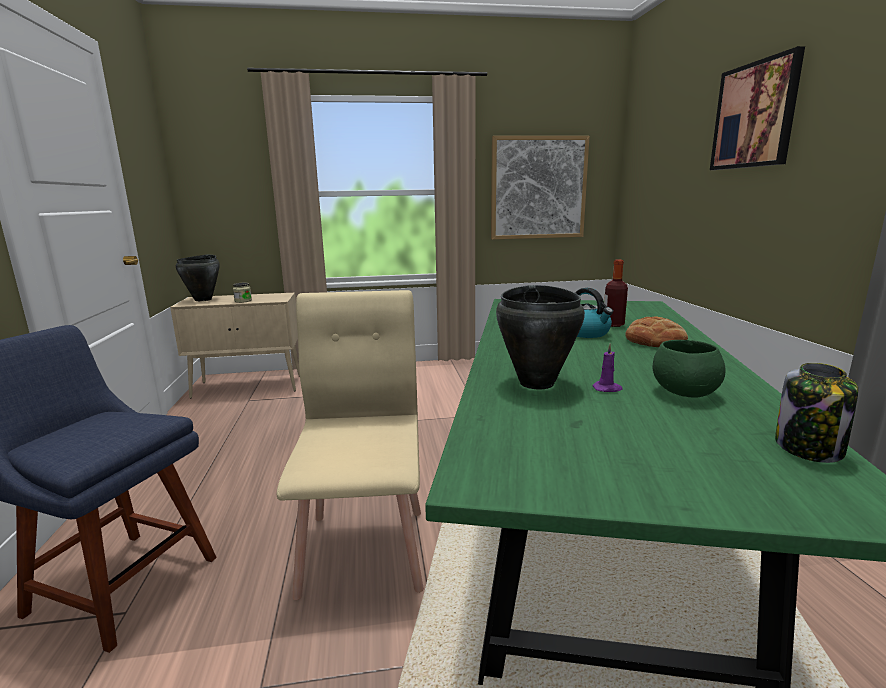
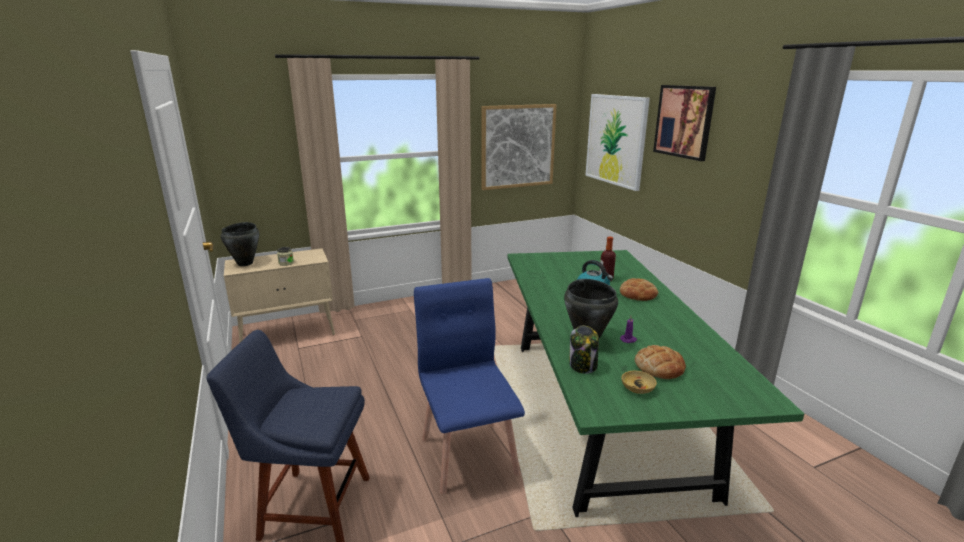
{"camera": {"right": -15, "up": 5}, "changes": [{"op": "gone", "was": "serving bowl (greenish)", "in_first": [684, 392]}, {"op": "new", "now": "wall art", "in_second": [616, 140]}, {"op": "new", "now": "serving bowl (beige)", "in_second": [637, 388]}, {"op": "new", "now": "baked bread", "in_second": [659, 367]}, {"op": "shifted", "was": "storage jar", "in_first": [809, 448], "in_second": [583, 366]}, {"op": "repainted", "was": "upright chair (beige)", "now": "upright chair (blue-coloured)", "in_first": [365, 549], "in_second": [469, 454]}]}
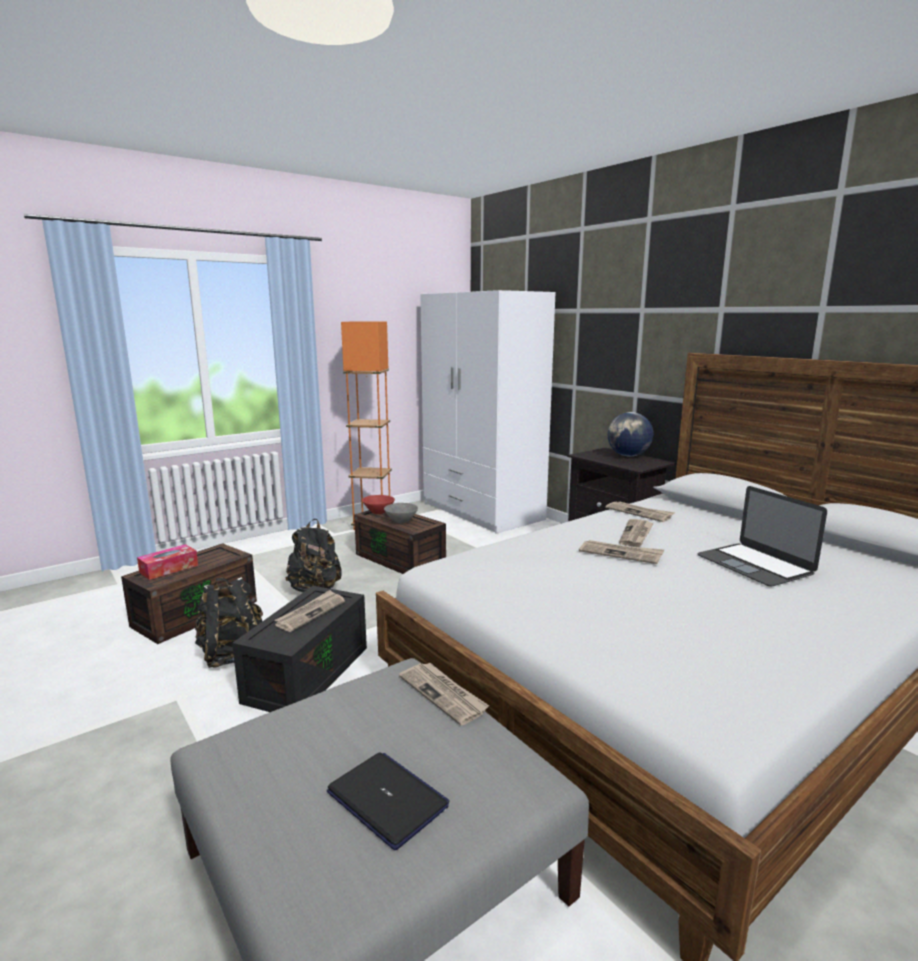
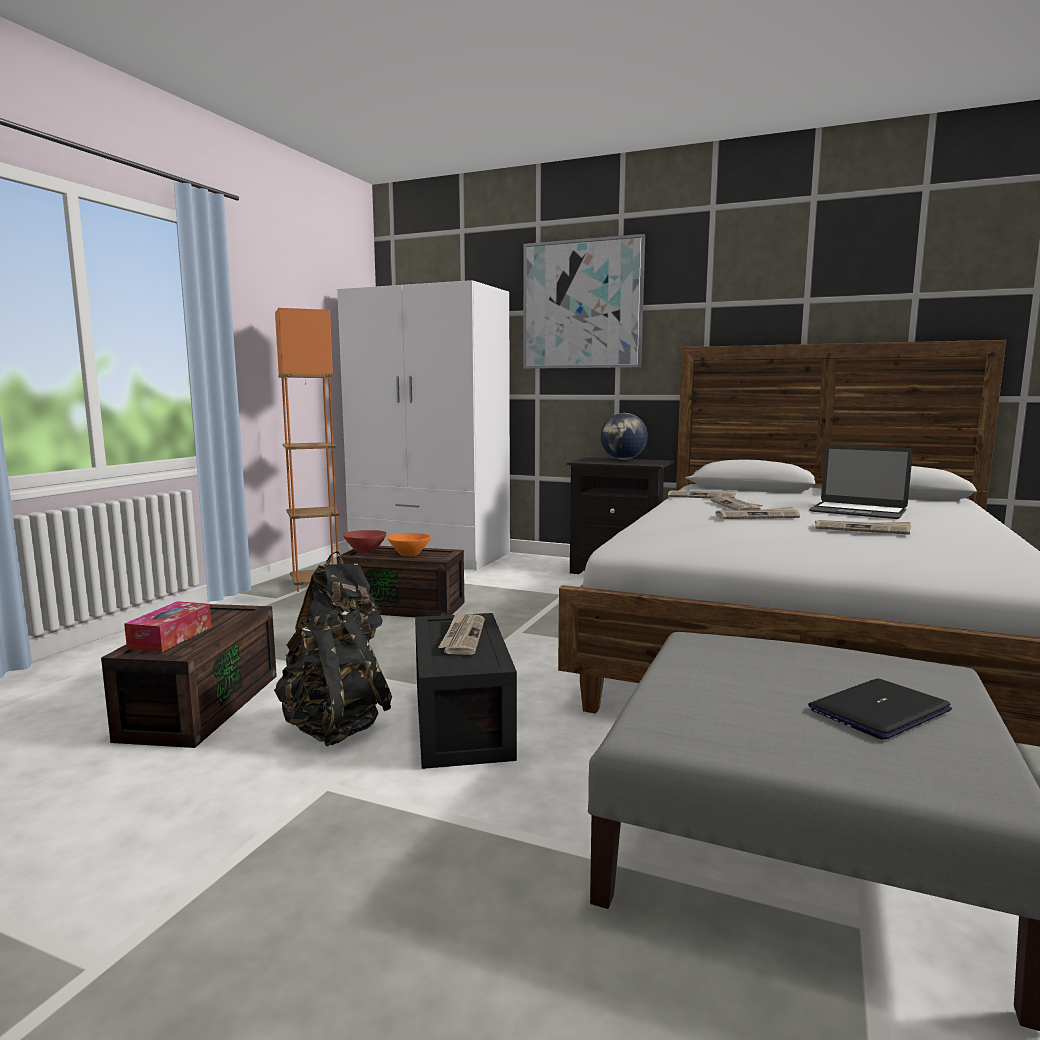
{"camera": {"right": -30, "up": -5}, "changes": [{"op": "new", "now": "wall art", "in_second": [582, 305]}, {"op": "shifted", "was": "daily paper", "in_first": [443, 694], "in_second": [862, 529]}, {"op": "repainted", "was": "serving bowl (greyish)", "now": "serving bowl (orange-coloured)", "in_first": [401, 521], "in_second": [409, 554]}, {"op": "rotated", "was": "notebook computer", "in_first": [388, 800], "in_second": [879, 710], "clockwise": -45}]}
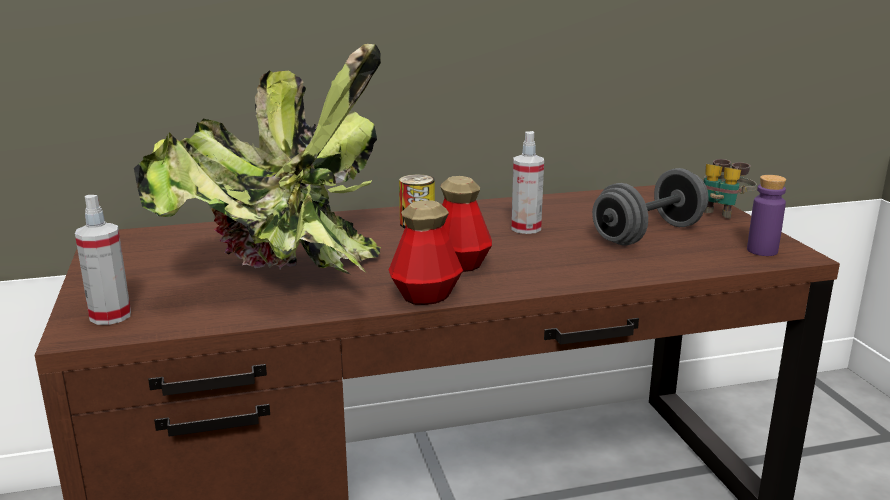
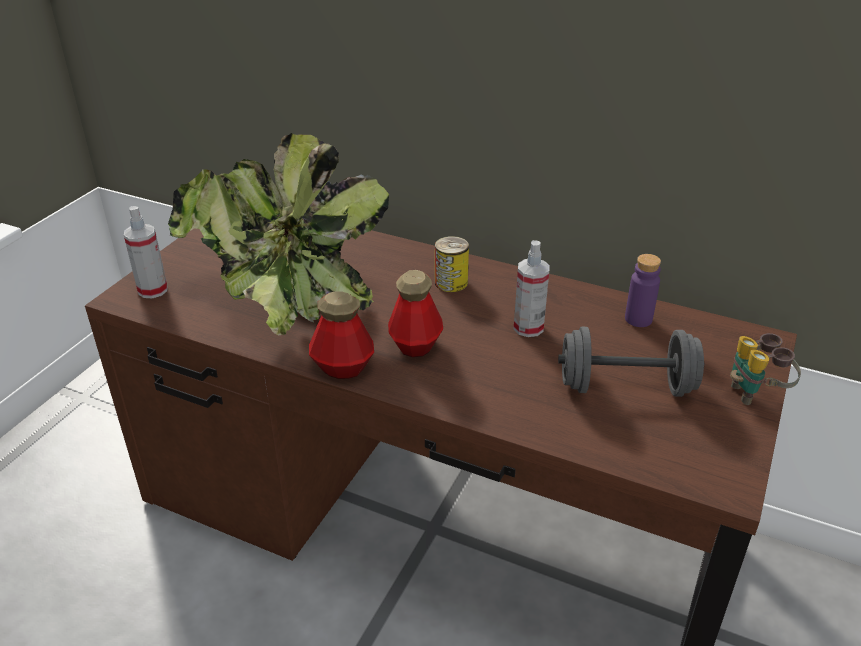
{"camera": {"right": 40, "up": 15}, "changes": [{"op": "shifted", "was": "beverage bottle (purple-coloured)", "in_first": [762, 251], "in_second": [638, 319]}]}
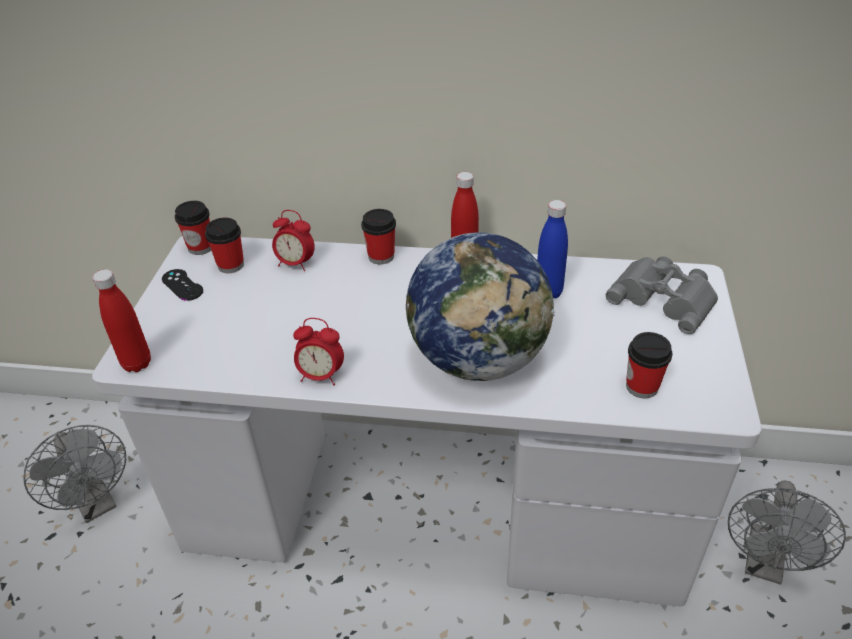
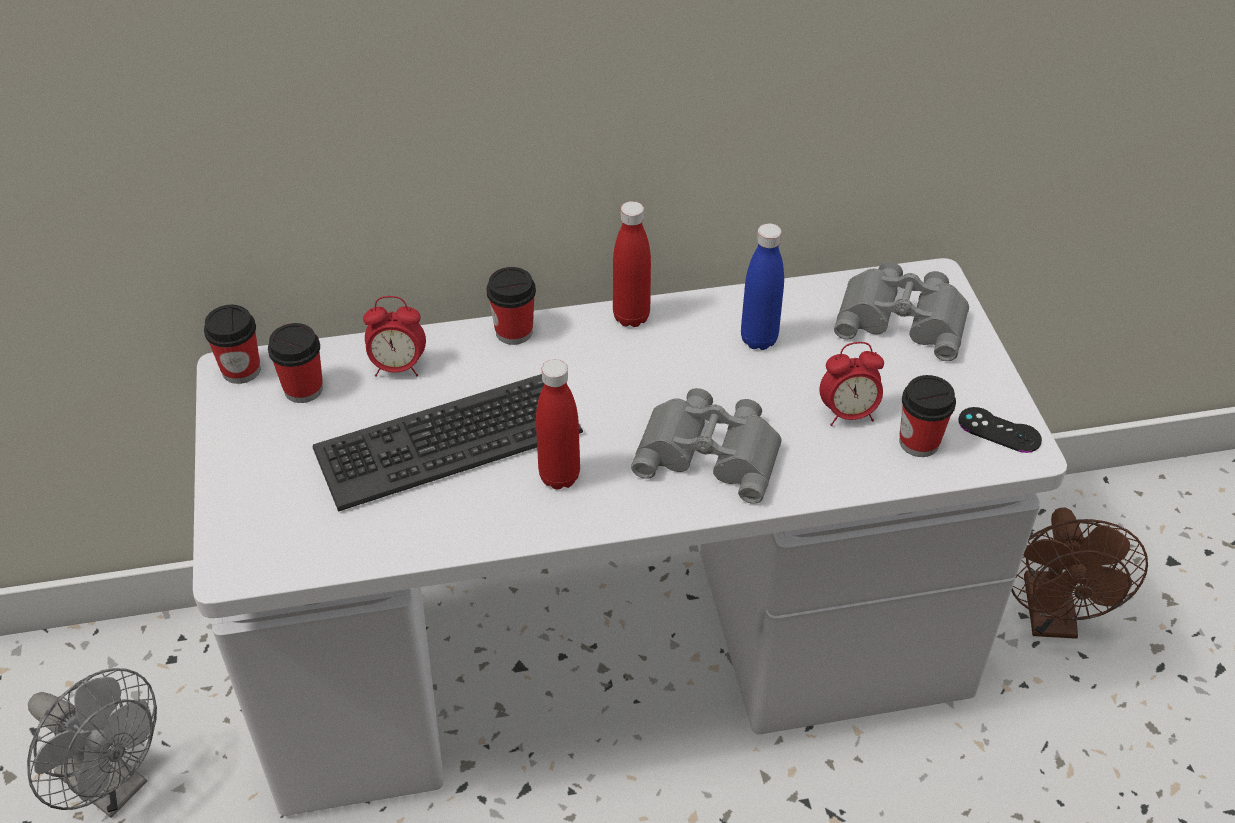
{"camera": {"right": -20, "up": 5}, "changes": [{"op": "new", "now": "computer keyboard", "in_second": [448, 440]}, {"op": "shifted", "was": "beverage bottle (red)", "in_first": [137, 363], "in_second": [559, 476]}, {"op": "shifted", "was": "gamepad (blackish)", "in_first": [182, 285], "in_second": [999, 430]}, {"op": "shifted", "was": "table clock", "in_first": [321, 376], "in_second": [848, 414]}, {"op": "swapped", "was": "desk globe", "now": "binoculars (greyish)", "in_first": [479, 358], "in_second": [711, 451]}, {"op": "repainted", "was": "fan (greyish)", "now": "fan (brownish)", "in_first": [764, 565], "in_second": [1052, 619]}]}
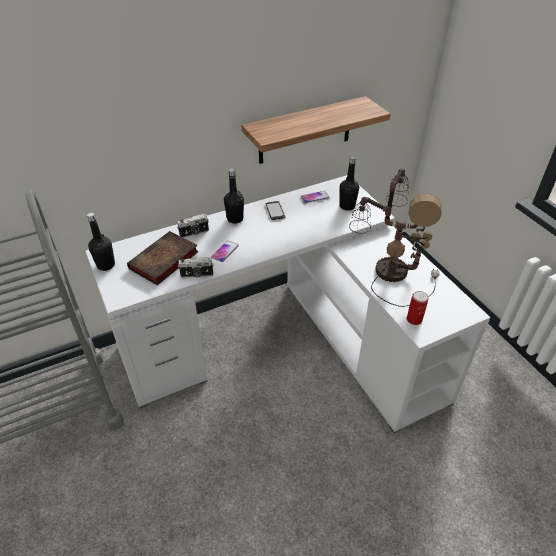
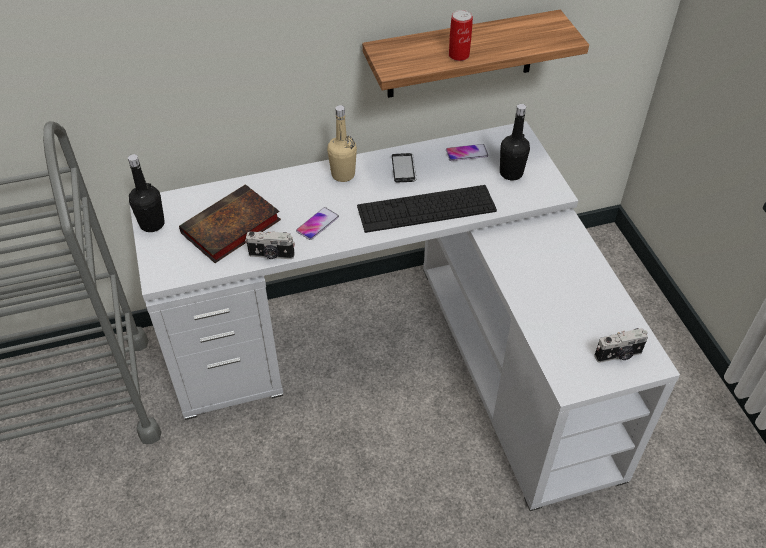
{"camera": {"right": 10, "up": 5}, "changes": [{"op": "gone", "was": "lamp for a table", "in_first": [389, 270]}, {"op": "new", "now": "computer keyboard", "in_second": [426, 208]}, {"op": "shifted", "was": "still camera", "in_first": [194, 233], "in_second": [619, 355]}, {"op": "shifted", "was": "can", "in_first": [414, 319], "in_second": [459, 55]}, {"op": "repainted", "was": "beverage bottle (blackish)", "now": "beverage bottle (beige)", "in_first": [235, 219], "in_second": [343, 174]}]}
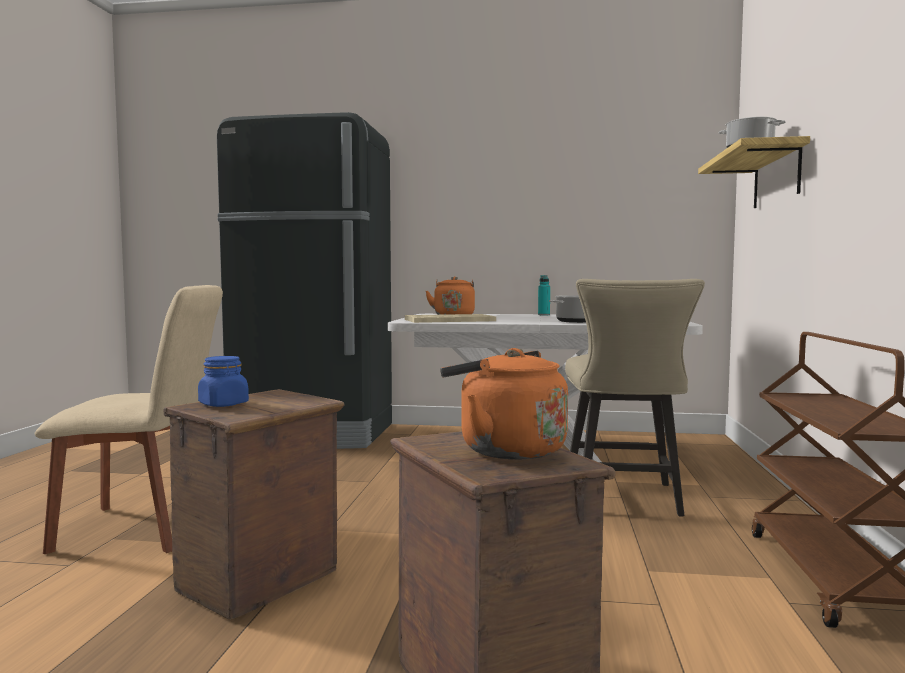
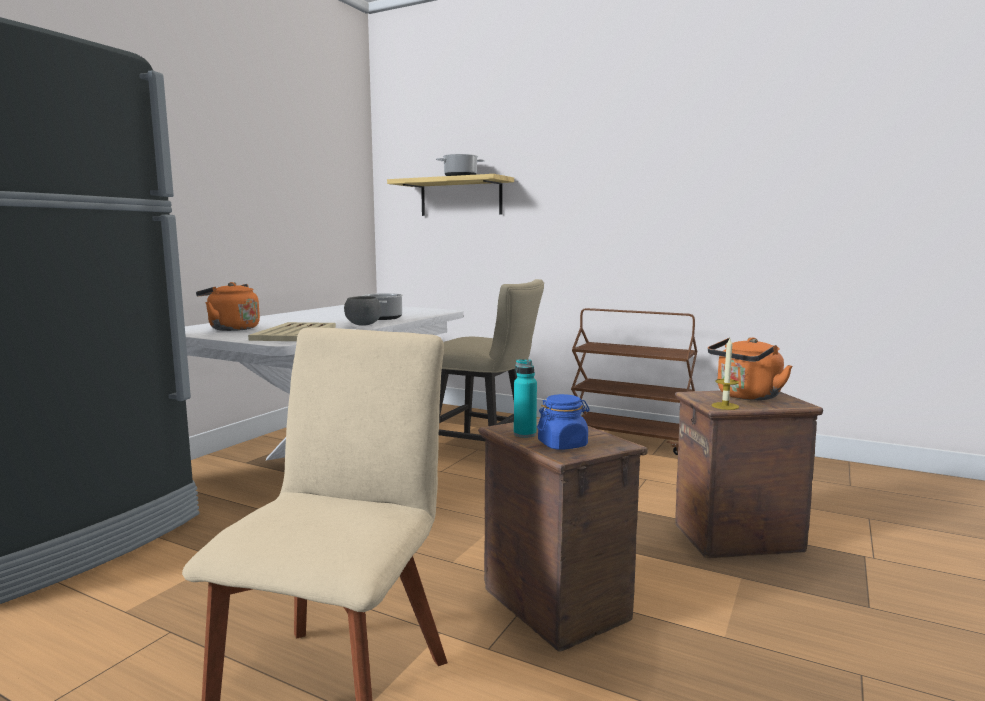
{"camera": {"right": -70, "up": 5}, "changes": [{"op": "new", "now": "serving bowl (greyish)", "in_second": [363, 325]}, {"op": "new", "now": "wax candle", "in_second": [725, 406]}, {"op": "shifted", "was": "beverage bottle (turquoise-coloured)", "in_first": [544, 315], "in_second": [525, 434]}]}
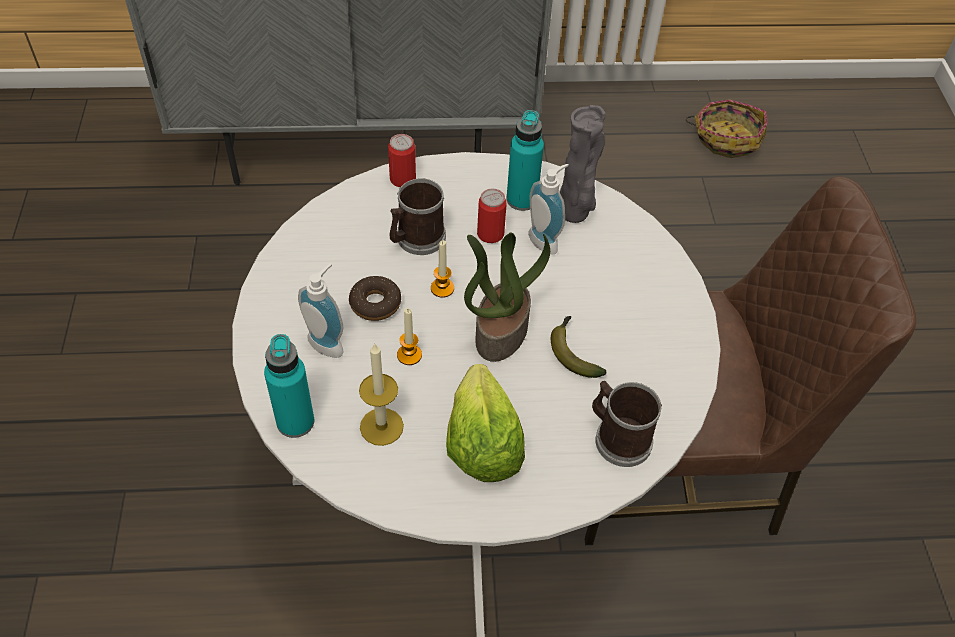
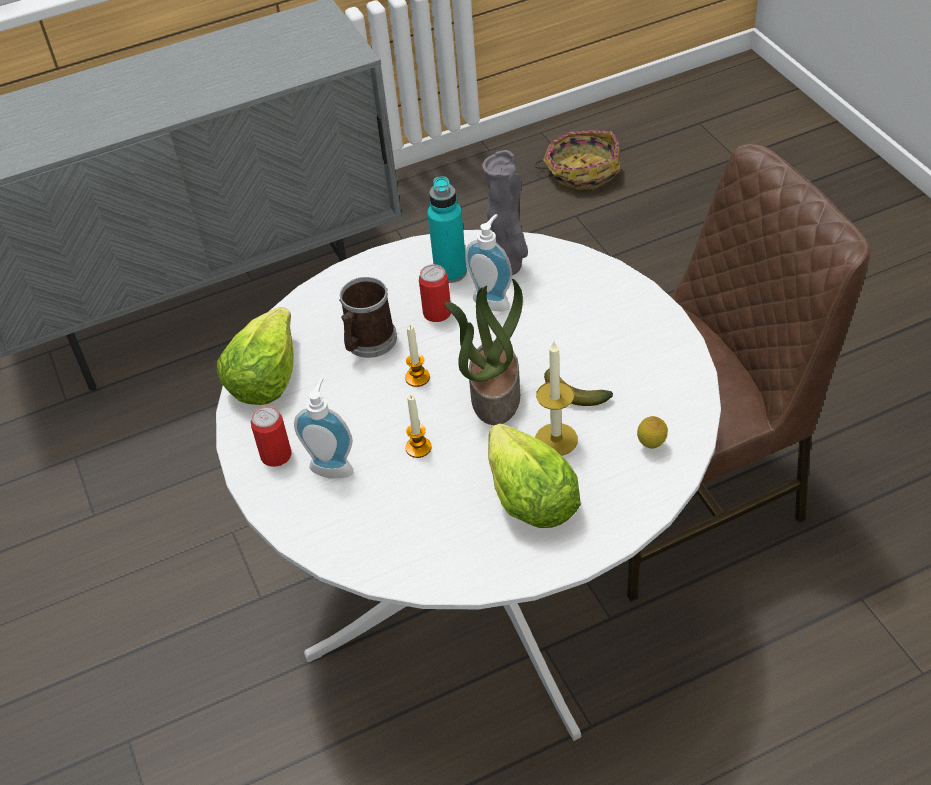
{"camera": {"right": -15, "up": -5}, "changes": [{"op": "gone", "was": "beverage bottle (turquoise-coloured)", "in_first": [295, 421]}, {"op": "gone", "was": "doughnut", "in_first": [375, 303]}, {"op": "new", "now": "head of lettuce", "in_second": [264, 377]}, {"op": "shifted", "was": "wax candle", "in_first": [381, 426], "in_second": [556, 439]}, {"op": "shifted", "was": "can", "in_first": [402, 179], "in_second": [276, 455]}, {"op": "swapped", "was": "tea mug", "now": "citrus fruit", "in_first": [618, 437], "in_second": [651, 446]}]}
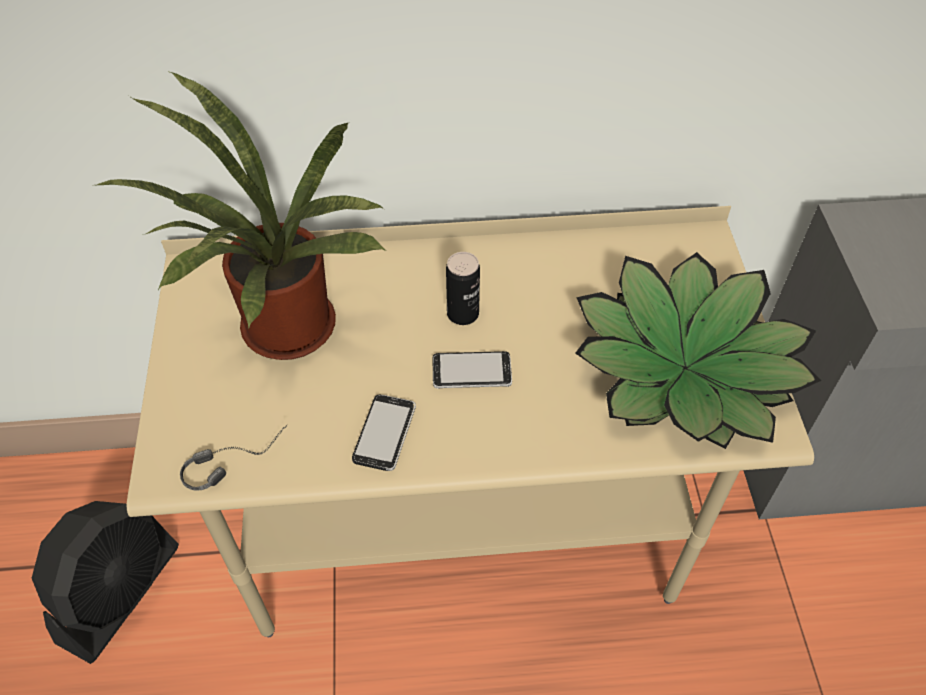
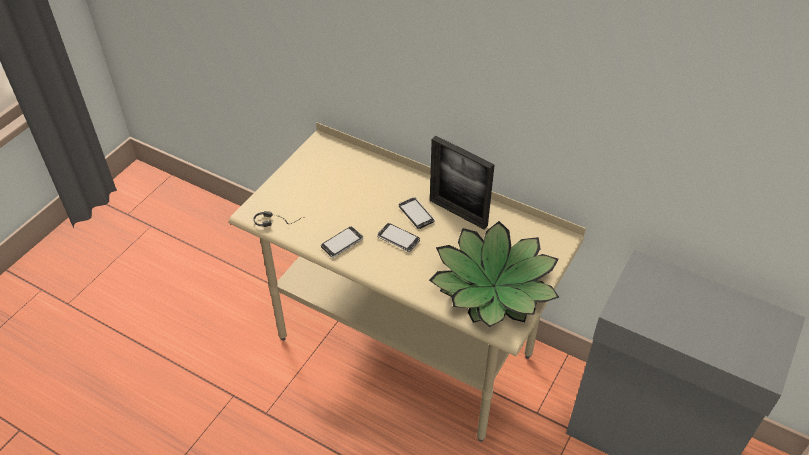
{"camera": {"right": 35, "up": -5}, "changes": [{"op": "gone", "was": "fan (blackish)", "in_first": [120, 593]}, {"op": "gone", "was": "houseplant", "in_first": [282, 335]}, {"op": "new", "now": "picture frame", "in_second": [458, 213]}, {"op": "swapped", "was": "can", "now": "handset", "in_first": [463, 314], "in_second": [416, 214]}]}
